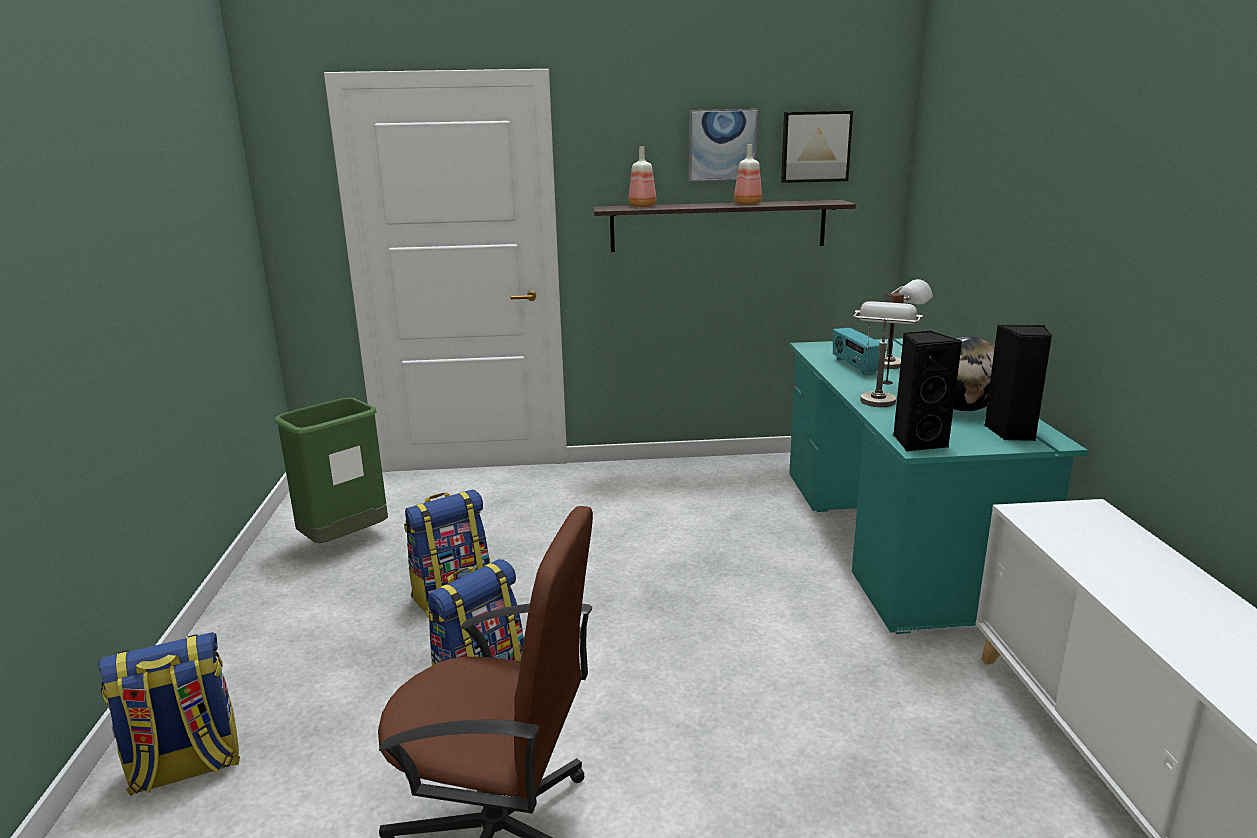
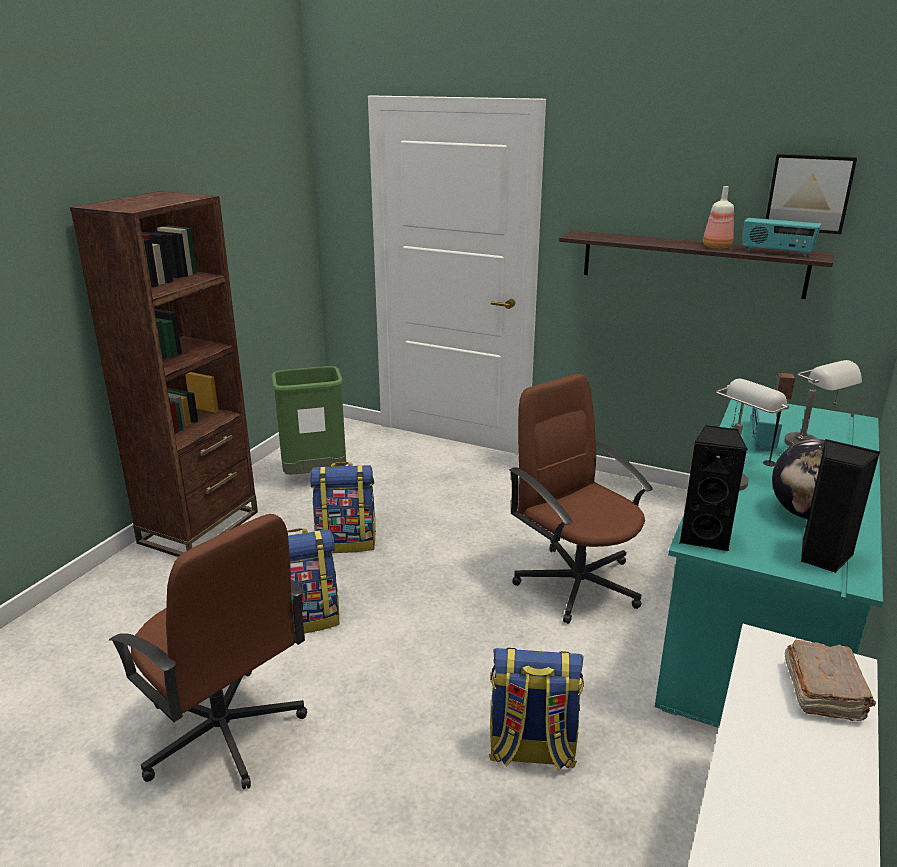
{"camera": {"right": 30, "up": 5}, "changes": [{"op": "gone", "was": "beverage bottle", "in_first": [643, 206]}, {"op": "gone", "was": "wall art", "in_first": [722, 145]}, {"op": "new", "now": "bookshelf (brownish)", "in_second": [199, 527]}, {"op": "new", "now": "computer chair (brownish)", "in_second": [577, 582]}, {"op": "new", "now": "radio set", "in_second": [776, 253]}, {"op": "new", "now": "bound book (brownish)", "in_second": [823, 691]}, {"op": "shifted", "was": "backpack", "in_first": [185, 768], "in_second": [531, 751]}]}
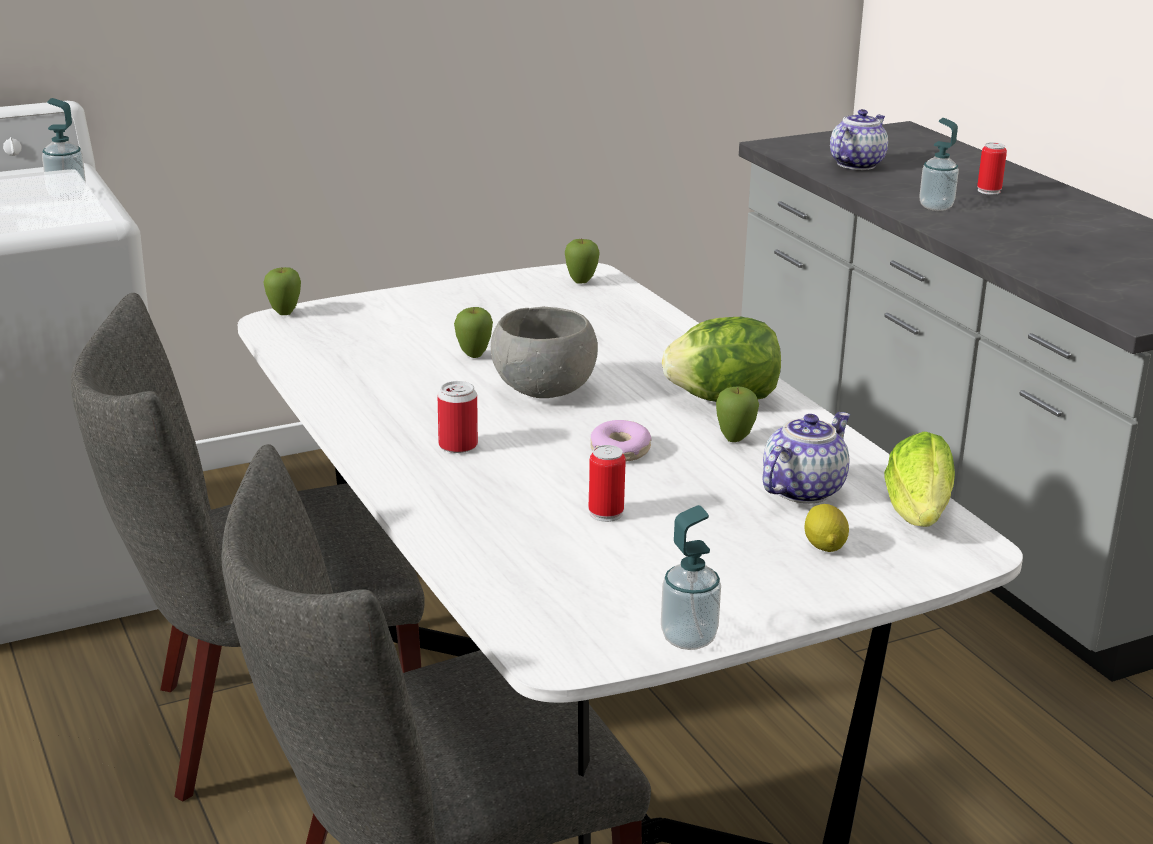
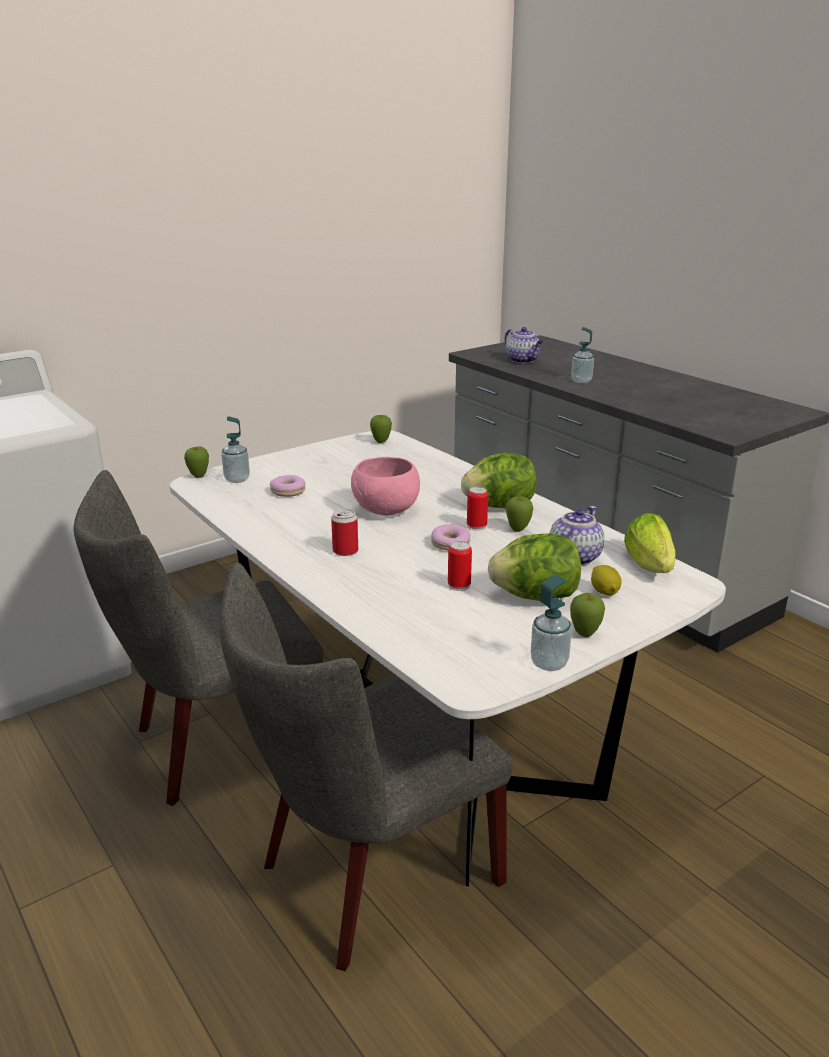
{"camera": {"right": -10, "up": 0}, "changes": [{"op": "new", "now": "doughnut", "in_second": [288, 491]}, {"op": "new", "now": "head of lettuce", "in_second": [535, 596]}, {"op": "shifted", "was": "soap dispenser", "in_first": [67, 196], "in_second": [237, 479]}, {"op": "shifted", "was": "whole apple", "in_first": [474, 356], "in_second": [584, 634]}, {"op": "shifted", "was": "can", "in_first": [989, 191], "in_second": [476, 526]}, {"op": "repainted", "was": "serving bowl (greyish)", "now": "serving bowl (pink-coloured)", "in_first": [544, 391], "in_second": [386, 511]}, {"op": "rotated", "was": "tea pot", "in_first": [856, 164], "in_second": [523, 360], "clockwise": 120}]}
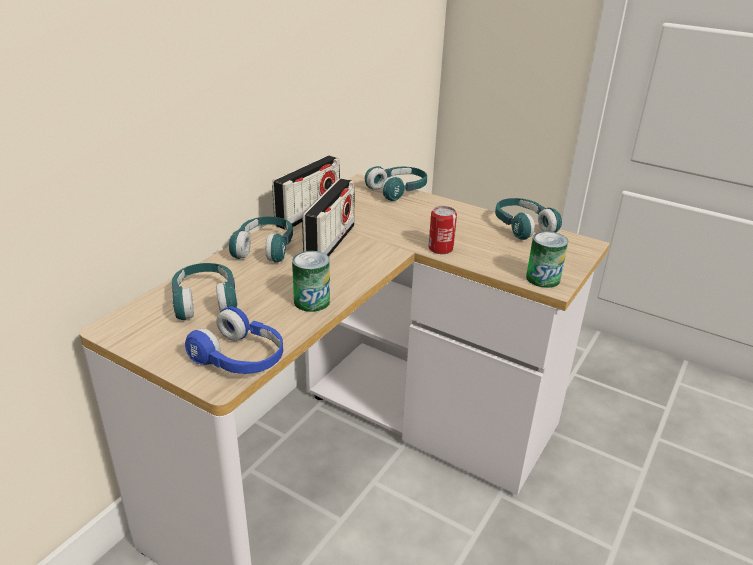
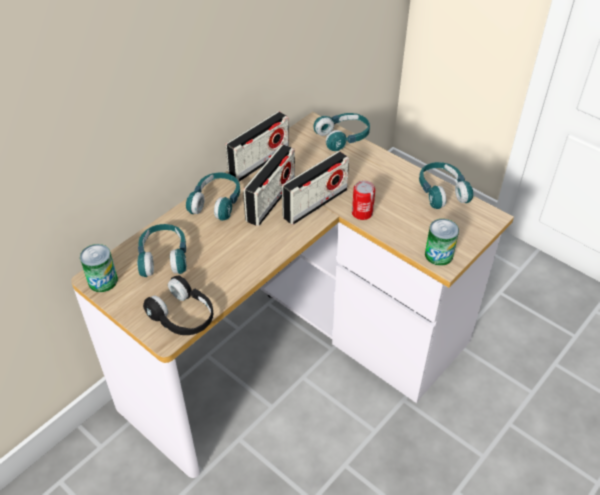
{"camera": {"right": 10, "up": 15}, "changes": [{"op": "new", "now": "radio set", "in_second": [315, 203]}, {"op": "shifted", "was": "can", "in_first": [312, 301], "in_second": [103, 281]}, {"op": "repainted", "was": "pair of headphones (blue-coloured)", "now": "pair of headphones (blackish)", "in_first": [240, 358], "in_second": [183, 316]}]}
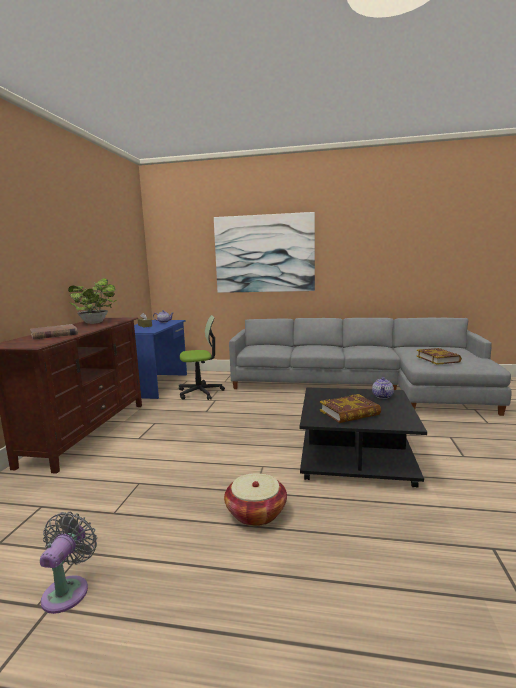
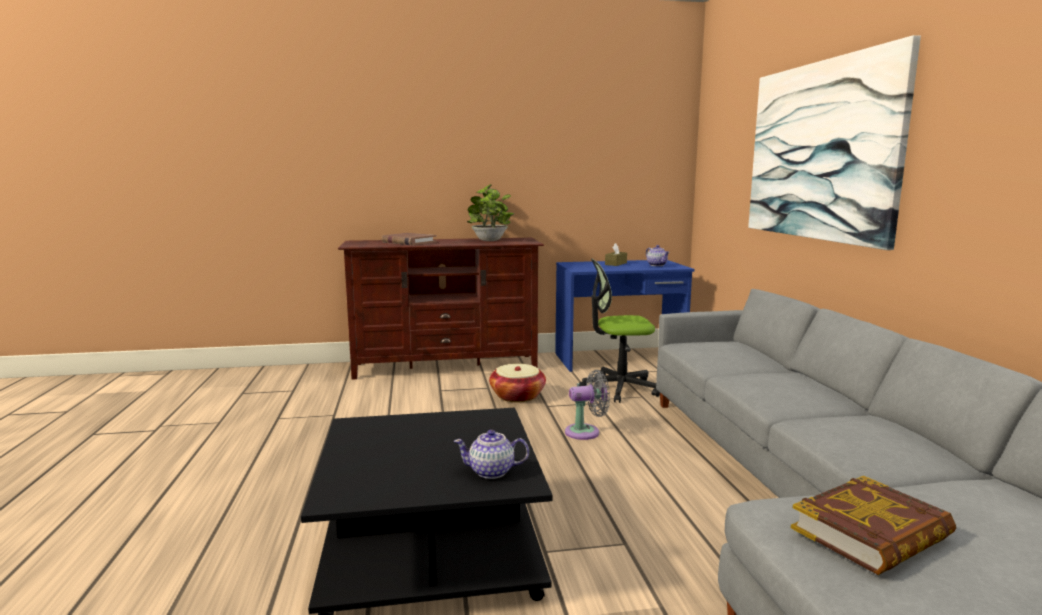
{"camera": {"right": 70, "up": 0}, "changes": [{"op": "gone", "was": "bound book", "in_first": [349, 413]}, {"op": "shifted", "was": "fan (greyish)", "in_first": [68, 590], "in_second": [586, 432]}, {"op": "shifted", "was": "storage basket", "in_first": [256, 513], "in_second": [517, 396]}, {"op": "rotated", "was": "computer chair", "in_first": [200, 392], "in_second": [619, 388], "clockwise": 120}]}
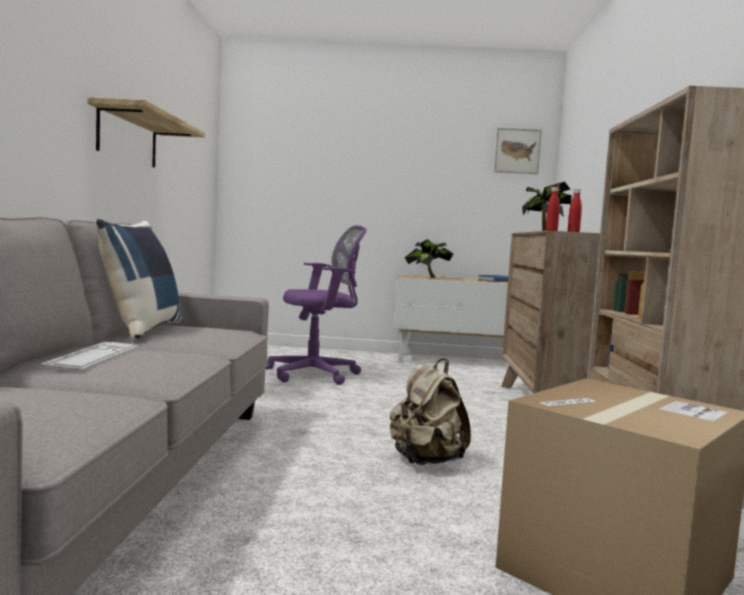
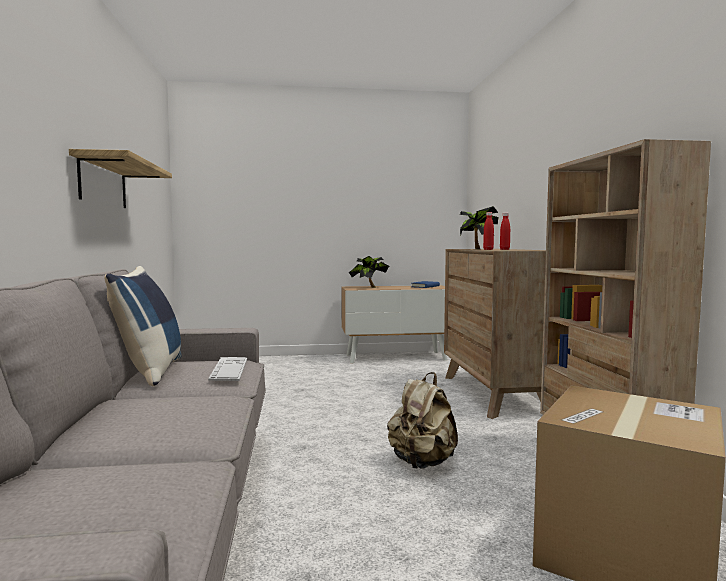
{"camera": {"right": -10, "up": 0}, "changes": [{"op": "gone", "was": "computer chair (purple-coloured)", "in_first": [317, 374]}, {"op": "gone", "was": "wall art", "in_first": [517, 151]}, {"op": "shifted", "was": "computer keyboard", "in_first": [94, 357], "in_second": [229, 369]}]}
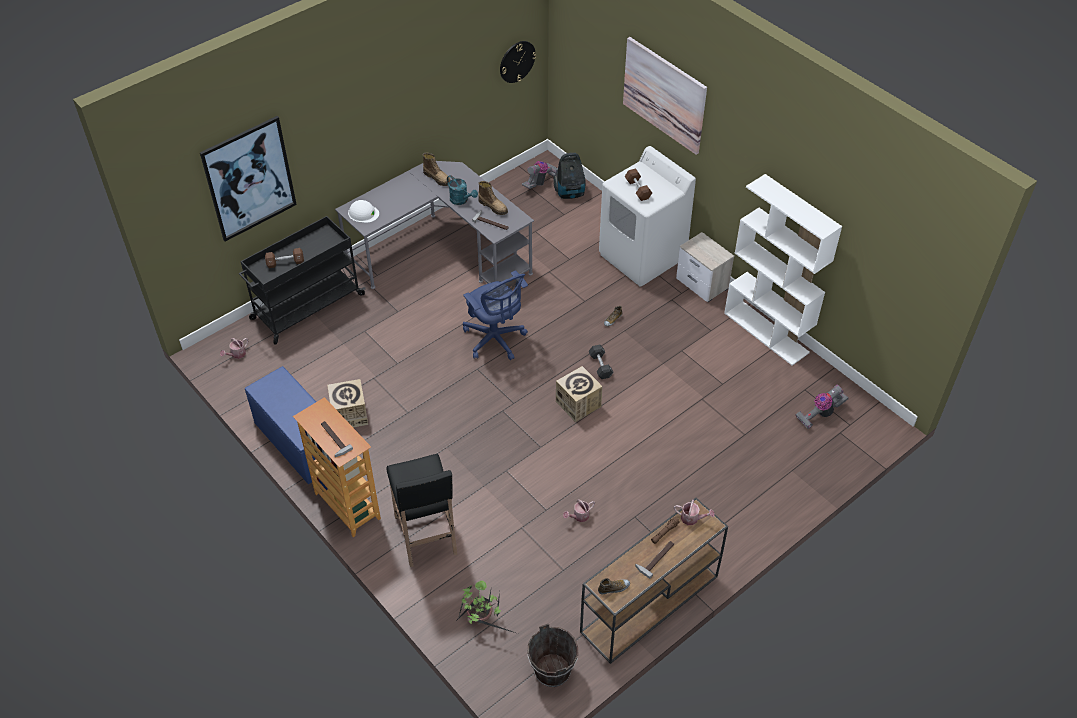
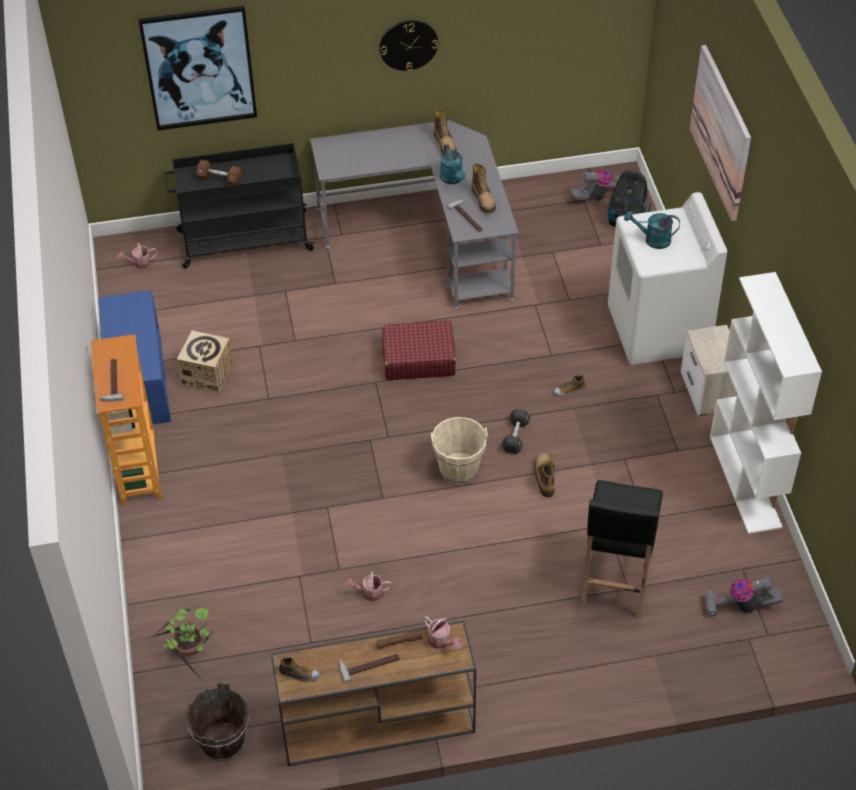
{"camera": {"right": 30, "up": 0}, "changes": [{"op": "gone", "was": "hard hat (white-coloured)", "in_first": [363, 213]}, {"op": "new", "now": "tall boot", "in_second": [544, 477]}, {"op": "shifted", "was": "sitting stool (blackish)", "in_first": [426, 536], "in_second": [615, 583]}, {"op": "shifted", "was": "clock on the wall", "in_first": [517, 61], "in_second": [408, 45]}, {"op": "swapped", "was": "computer chair (blue-coloured)", "now": "suitcase (red)", "in_first": [495, 340], "in_second": [418, 358]}, {"op": "swapped", "was": "packing box", "now": "water bucket (beige)", "in_first": [578, 404], "in_second": [459, 469]}, {"op": "swapped", "was": "free weight (brownish)", "now": "watering pot (turquoise-coloured)", "in_first": [637, 189], "in_second": [652, 240]}]}
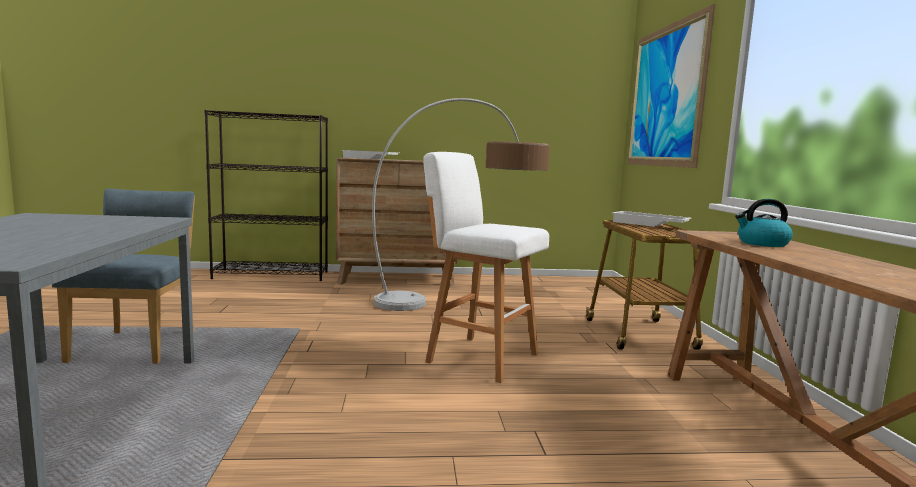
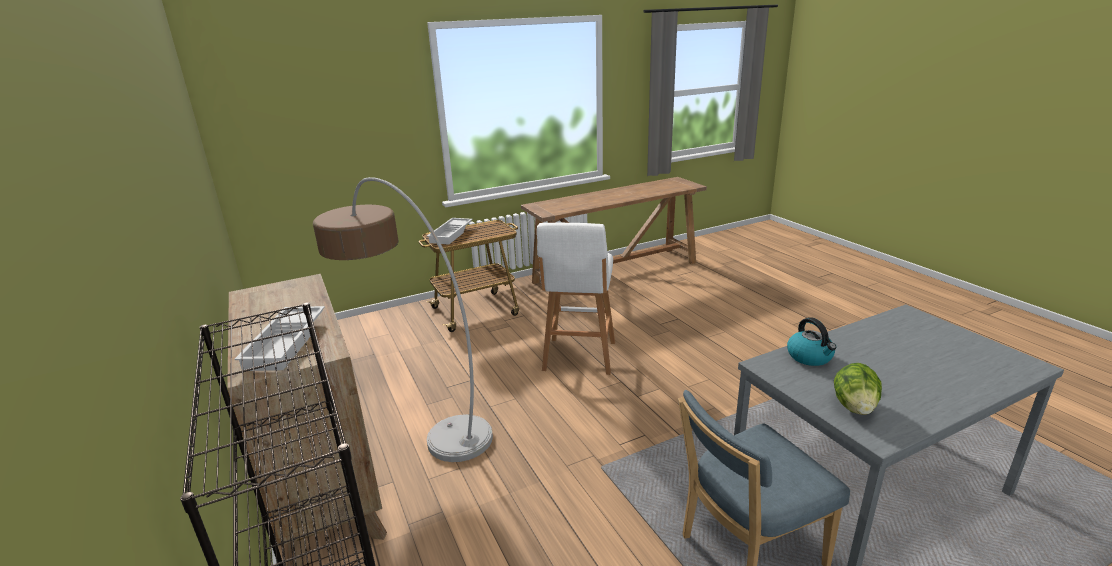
{"camera": {"right": -110, "up": 15}, "changes": [{"op": "gone", "was": "wall art", "in_first": [665, 96]}, {"op": "new", "now": "head of lettuce", "in_second": [854, 407]}, {"op": "shifted", "was": "water kettle", "in_first": [762, 243], "in_second": [810, 357]}]}
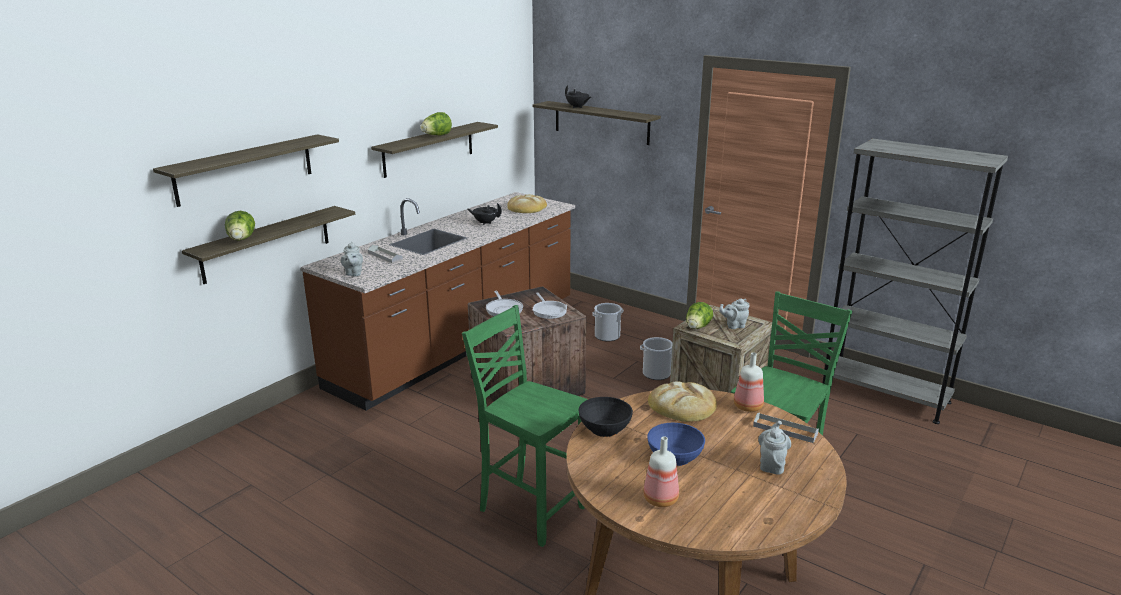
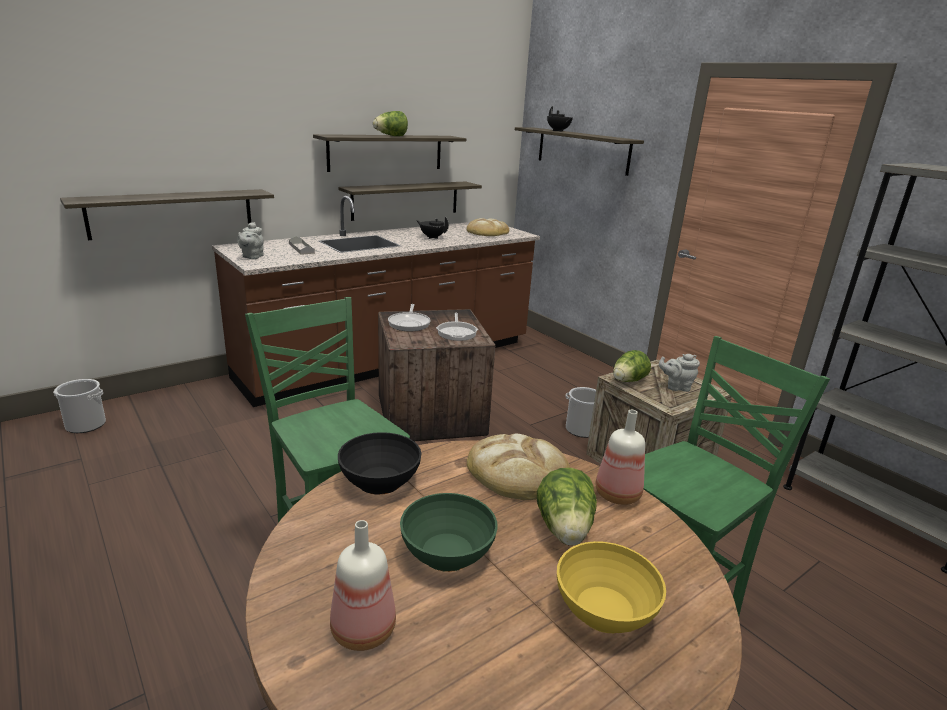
{"camera": {"right": 15, "up": 0}, "changes": [{"op": "gone", "was": "serving tray (greyish)", "in_first": [785, 430]}, {"op": "shifted", "was": "shelf", "in_first": [245, 169], "in_second": [406, 200]}, {"op": "shifted", "was": "head of lettuce", "in_first": [241, 240], "in_second": [565, 530]}, {"op": "shifted", "was": "water bucket", "in_first": [607, 336], "in_second": [85, 425]}, {"op": "swapped", "was": "tea pot (greyish)", "now": "serving bowl (yellow)", "in_first": [772, 464], "in_second": [604, 610]}, {"op": "repainted", "was": "serving bowl (blue-coloured)", "now": "serving bowl (greenish)", "in_first": [675, 456], "in_second": [448, 552]}]}
